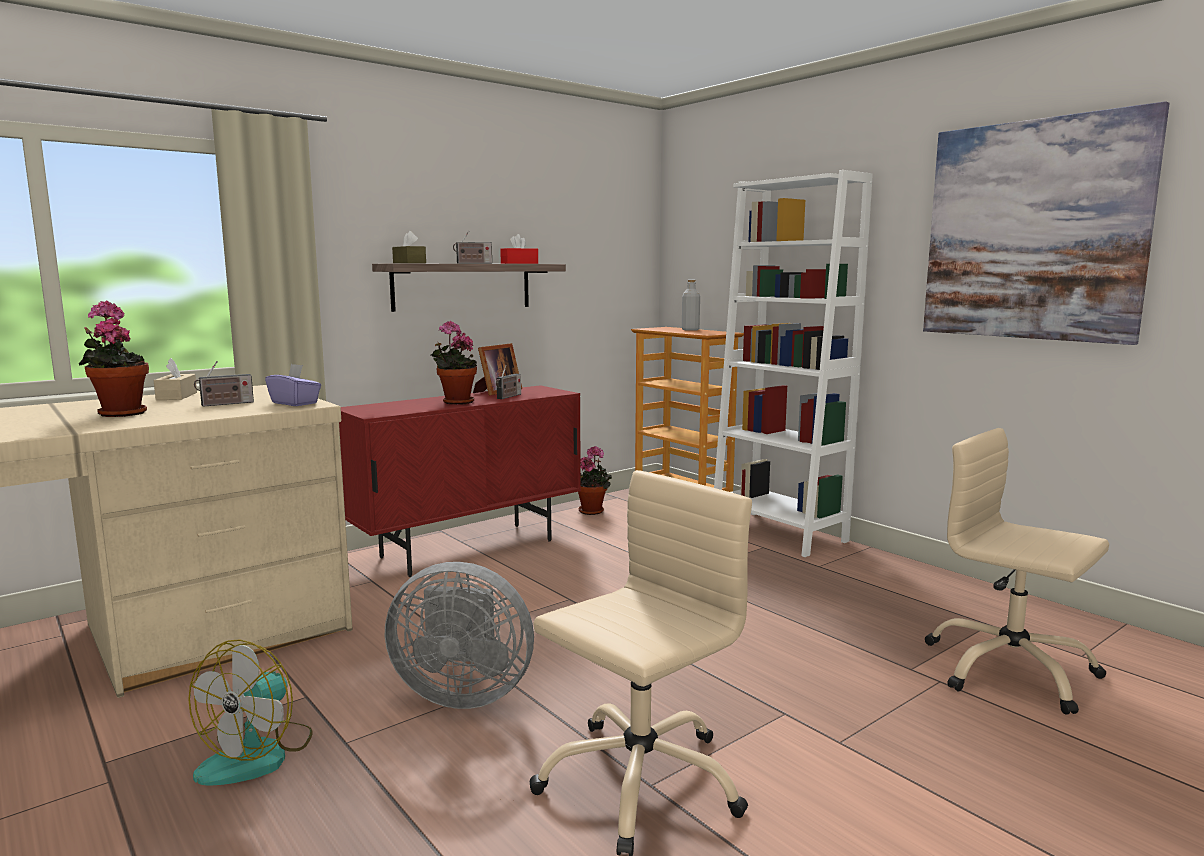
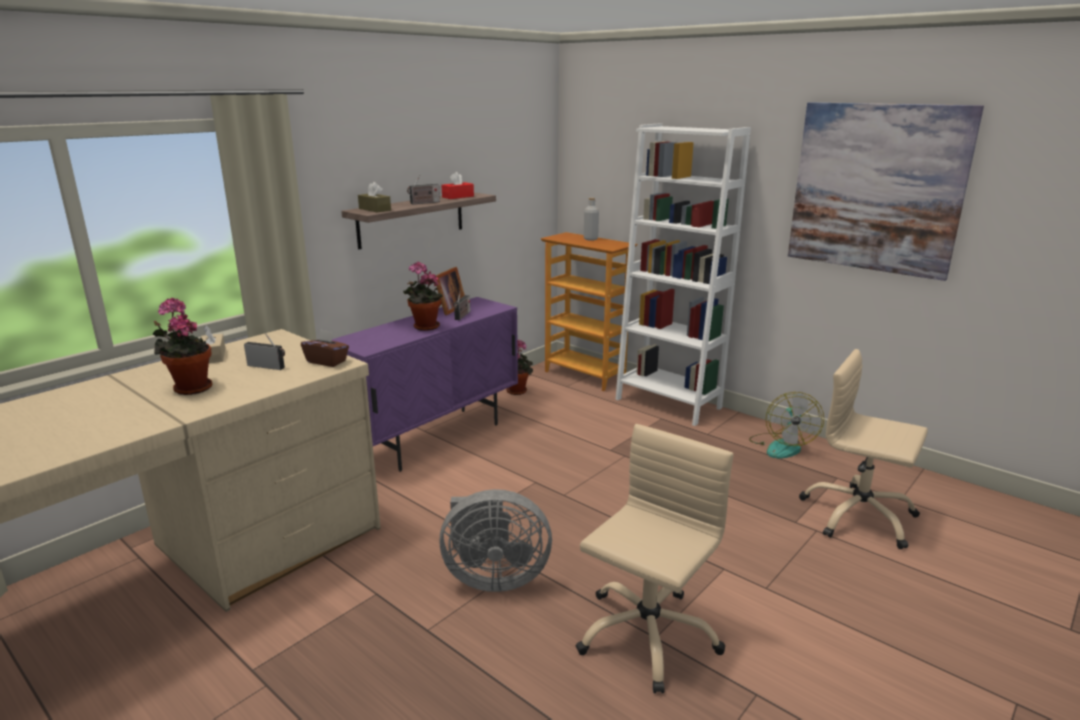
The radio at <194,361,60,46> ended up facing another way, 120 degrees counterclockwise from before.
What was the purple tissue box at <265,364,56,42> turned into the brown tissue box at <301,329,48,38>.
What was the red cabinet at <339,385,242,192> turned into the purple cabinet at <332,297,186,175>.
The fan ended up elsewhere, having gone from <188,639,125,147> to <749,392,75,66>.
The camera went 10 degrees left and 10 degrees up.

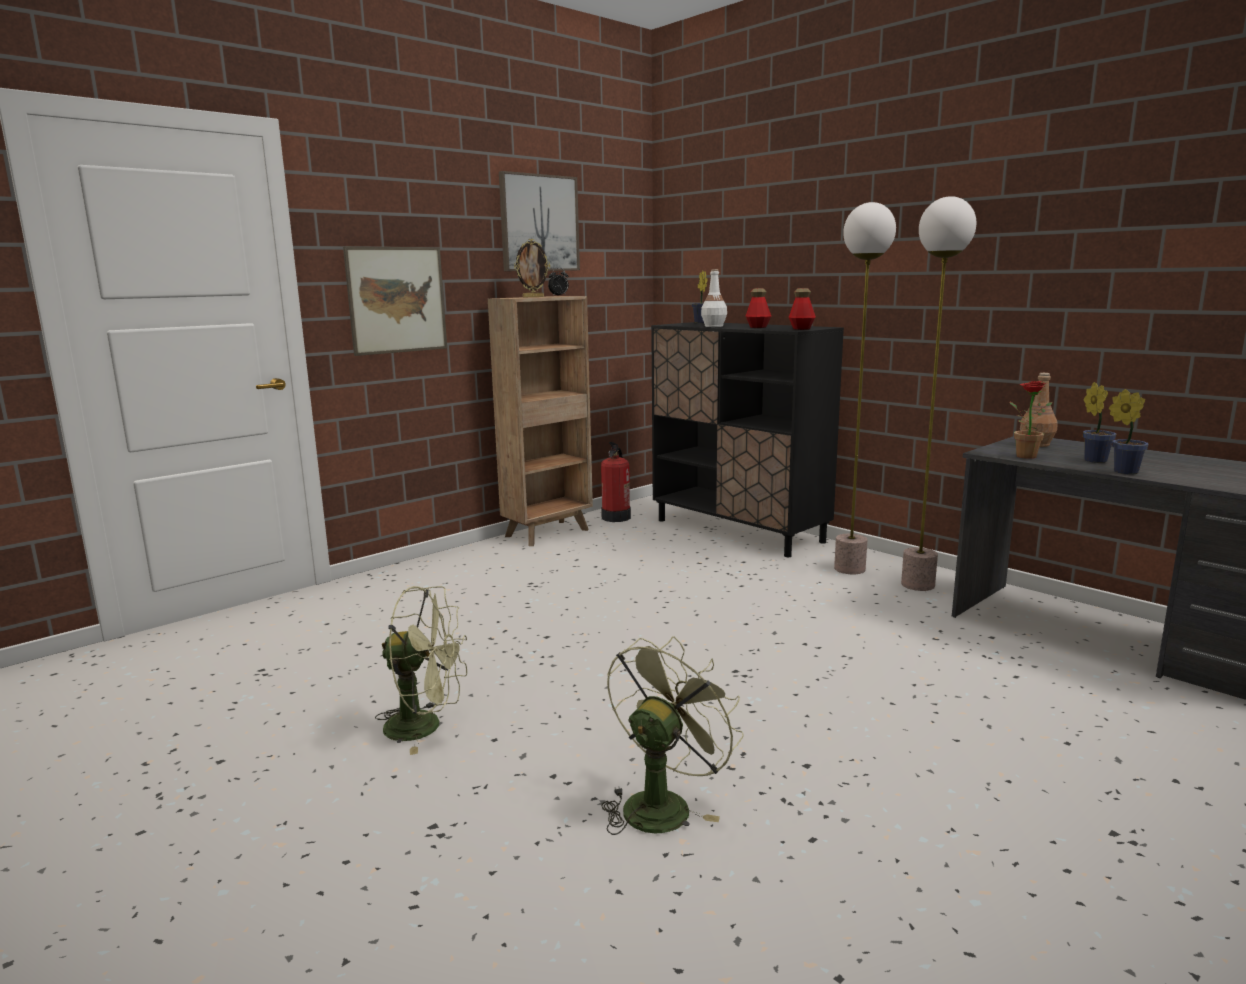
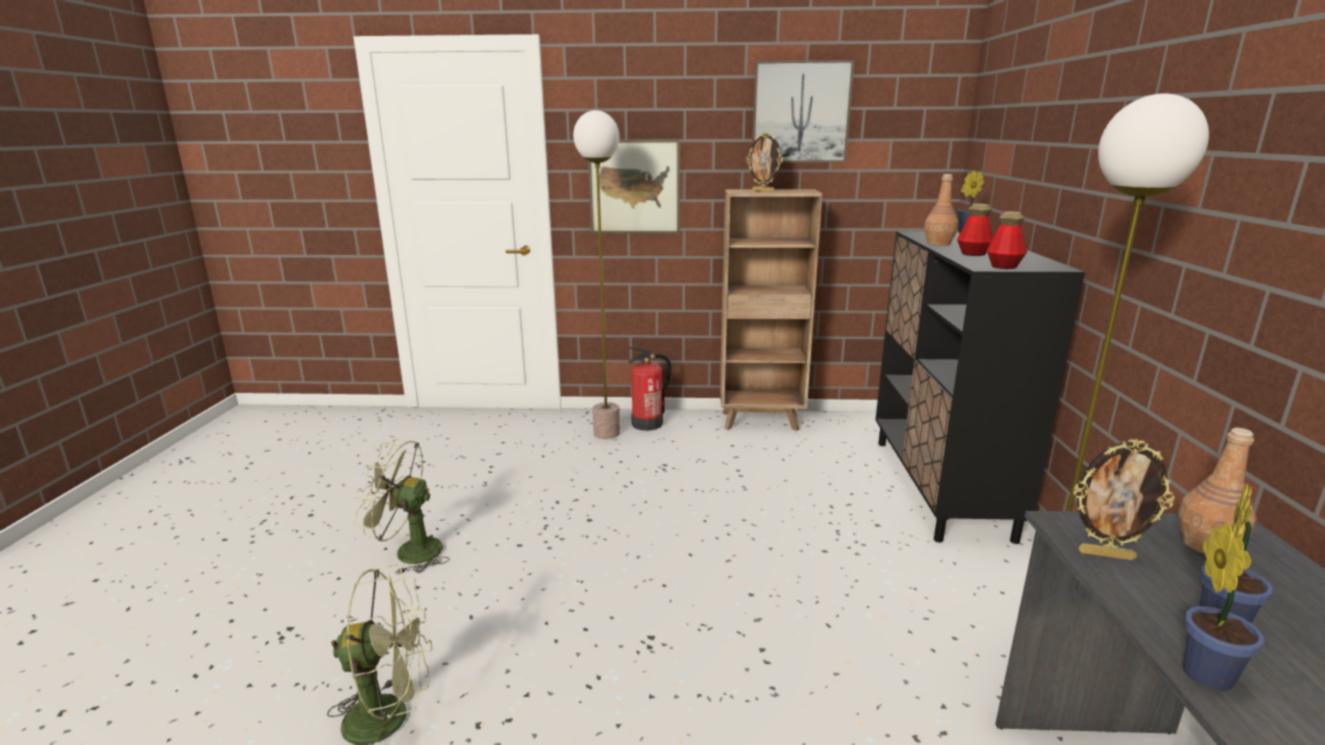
The green fan at <375,586,92,169> ended up facing another way, 135 degrees clockwise from before.
The floor lamp ended up elsewhere, having gone from <834,202,62,372> to <573,110,47,329>.
The fire extinguisher ended up elsewhere, having gone from <601,442,30,80> to <628,347,43,84>.
What was the white bottle at <701,269,26,58> turned into the brown bottle at <924,174,34,72>.
Where the potted plant stood at <1009,381,44,78>, the picture frame came to stand at <1074,439,101,121>.
The second view lost the alarm clock at <548,268,21,28>.
The camera went 45 degrees right and 5 degrees up.

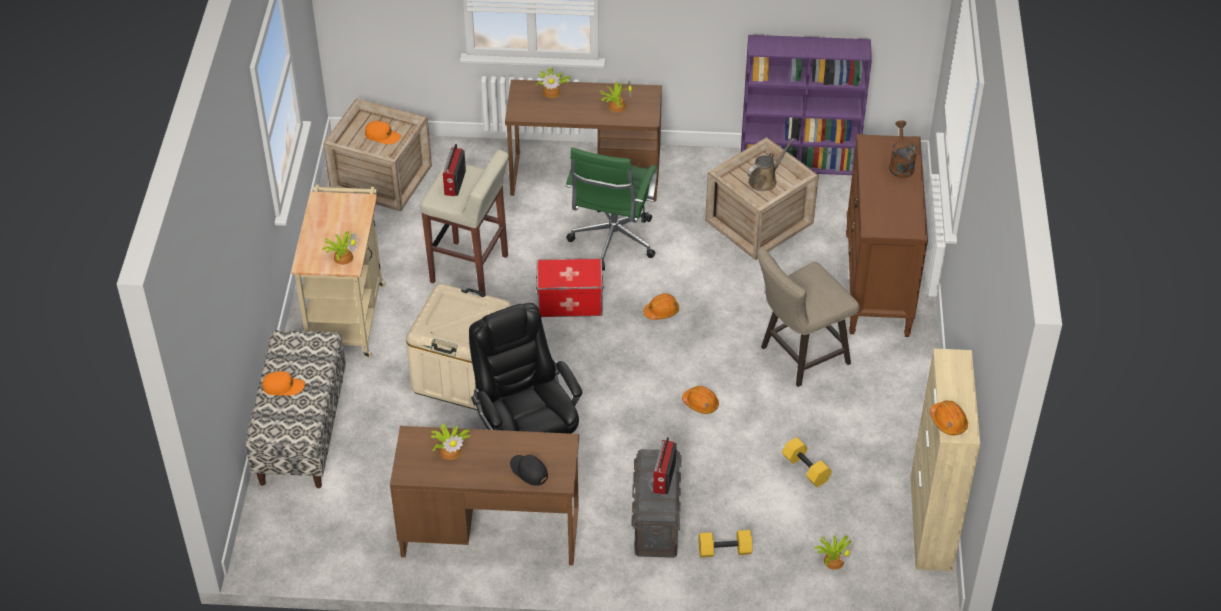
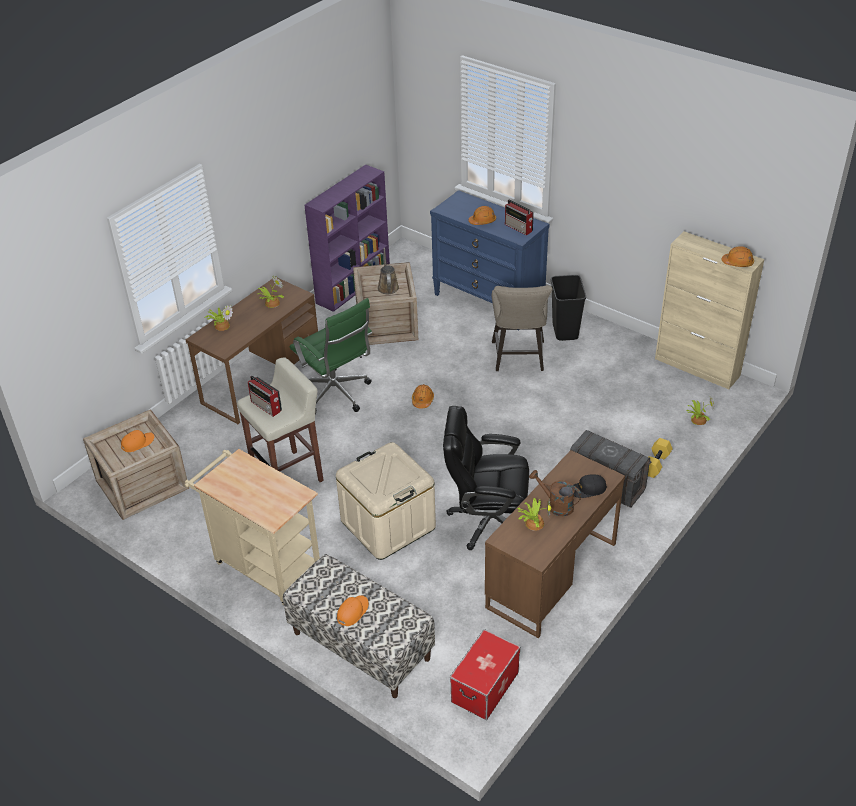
What was the brown dresser at <846,134,82,203> turned into the blue dresser at <430,190,119,141>.
The storage box ended up elsewhere, having gone from <536,258,68,59> to <450,629,70,91>.
The orange hard hat ended up elsewhere, having gone from <682,386,37,28> to <469,206,27,19>.
The radio ended up elsewhere, having gone from <653,437,24,57> to <505,200,29,35>.
The brown watering can ended up elsewhere, having gone from <889,120,28,58> to <529,470,52,46>.
The second view gained the black trash can at <551,275,35,66>.
The second view lost the potted plant at <321,231,37,34>.
The second view lost the yellow dumbbell at <782,437,50,50>.
The camera went 55 degrees left and 5 degrees down.

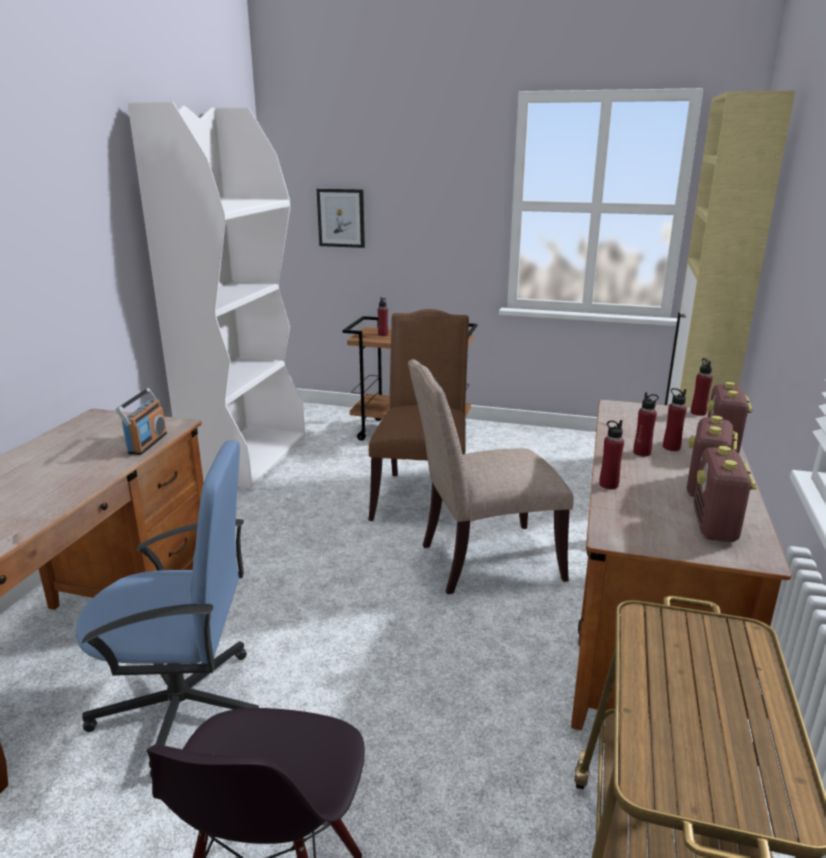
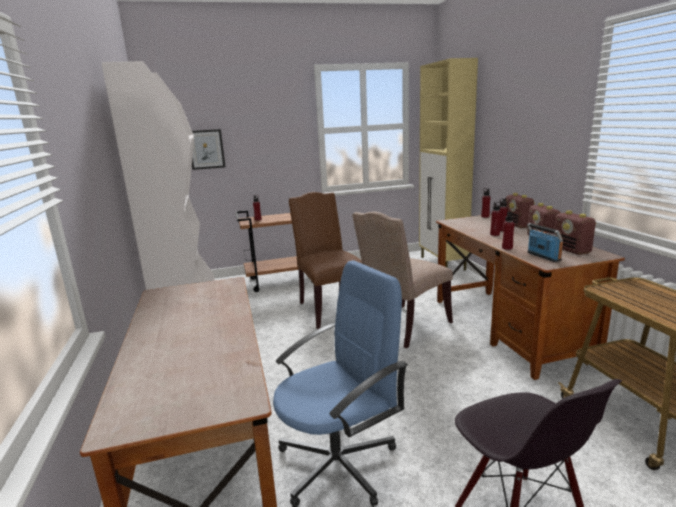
The radio ended up elsewhere, having gone from <116,388,51,67> to <527,223,36,39>.
The camera went 30 degrees left and 5 degrees down.

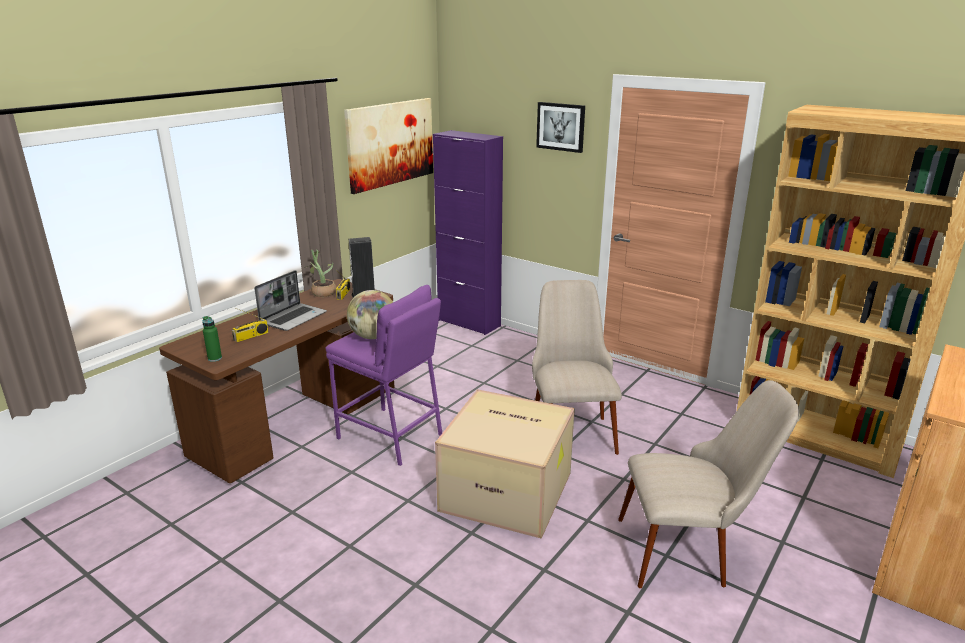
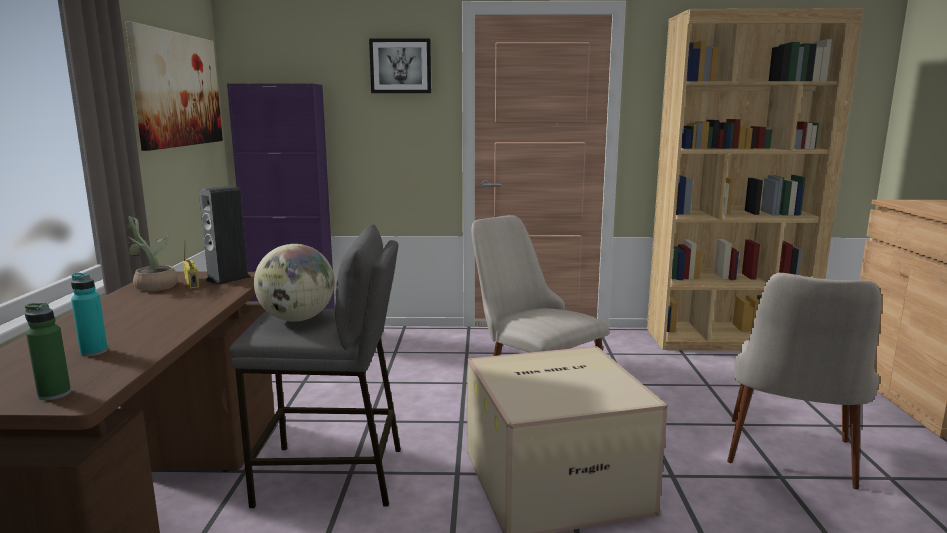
Where the radio stood at <232,308,37,34>, the turquoise bottle came to stand at <71,273,37,83>.
What was the purple stool at <325,285,117,181> turned into the grey stool at <229,224,172,284>.
The beige chair at <618,380,181,208> ended up facing another way, 150 degrees clockwise from before.
The second view lost the laptop at <254,270,73,61>.
The camera went 35 degrees left and 10 degrees down.

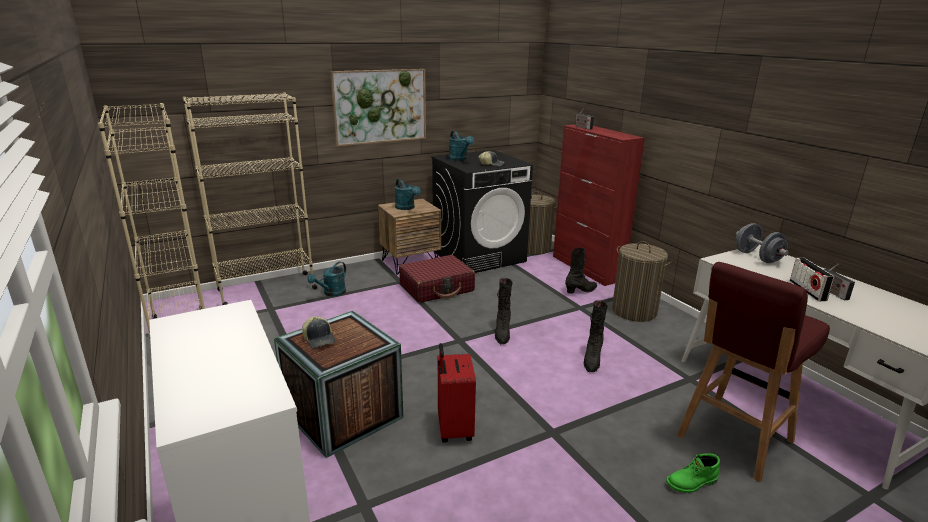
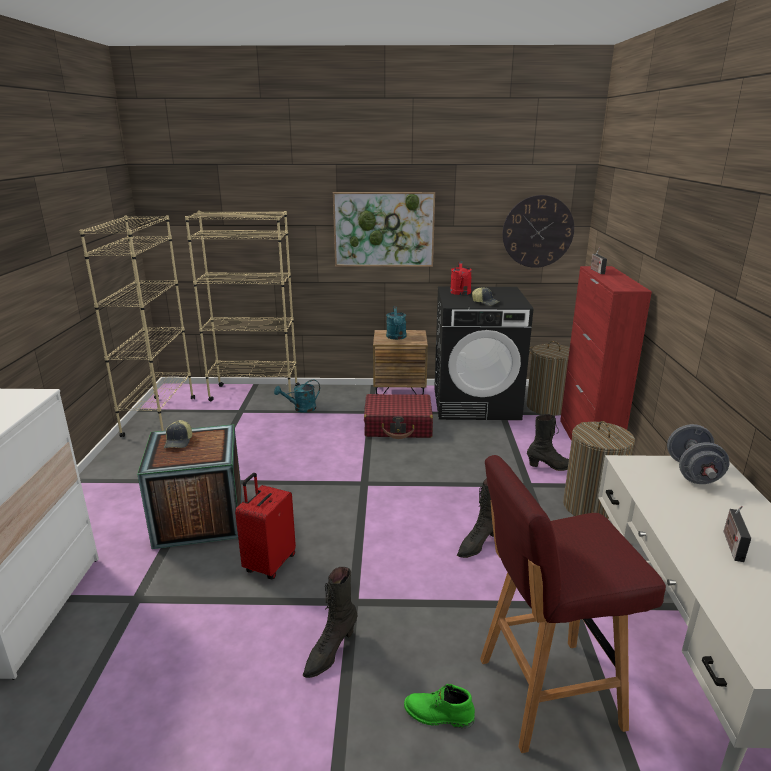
The black boot ended up elsewhere, having gone from <495,278,18,66> to <303,567,55,111>.
What was the turquoise watering can at <449,131,25,30> turned into the red watering can at <450,261,22,34>.
The second view gained the wall clock at <503,195,71,73>.
The second view lost the radio at <790,257,44,44>.
The camera went 30 degrees right and 0 degrees up.

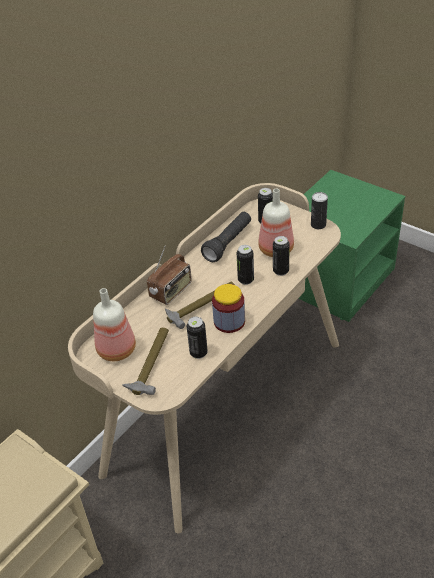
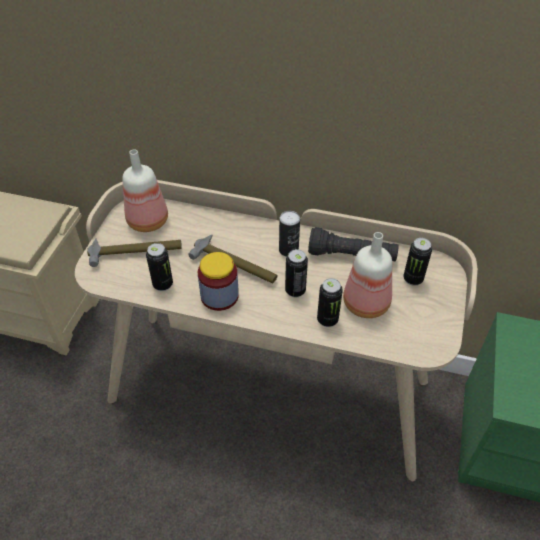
The can ended up elsewhere, having gone from <311,192,17,37> to <279,211,21,46>.
The second view lost the radio at <147,247,45,58>.
The camera went 65 degrees right and 5 degrees up.

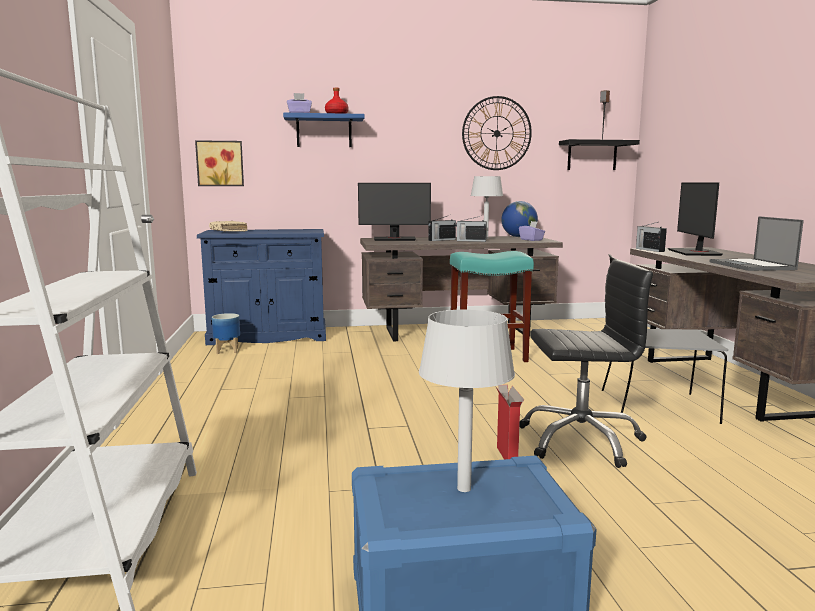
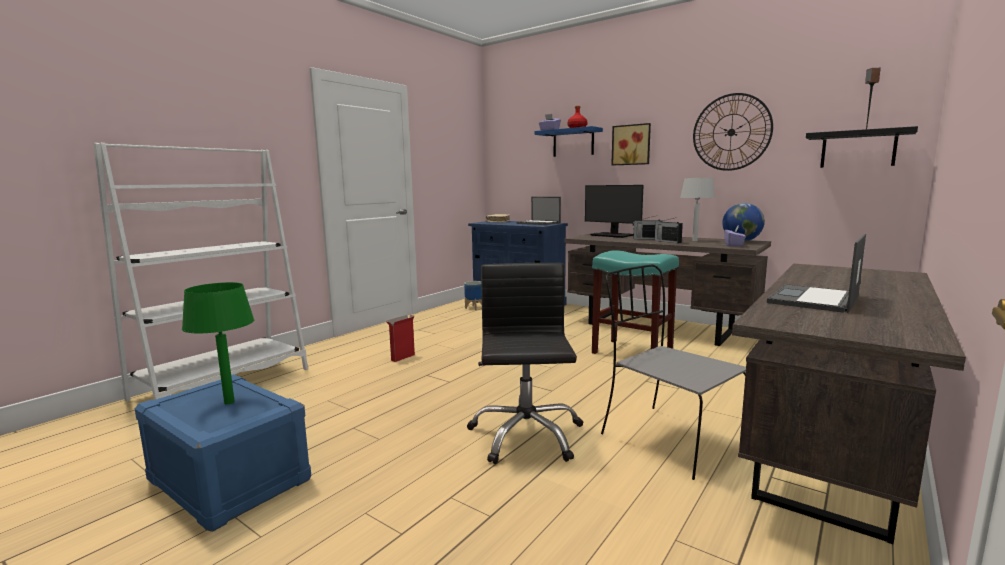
What was the grey table lamp at <419,309,96,183> turned into the green table lamp at <182,282,72,122>.
The cardboard box ended up elsewhere, having gone from <495,385,29,74> to <387,315,28,47>.
The black office chair at <519,259,134,209> ended up facing another way, 135 degrees counterclockwise from before.
The second view gained the laptop at <516,197,45,28>.
The picture ended up elsewhere, having gone from <195,140,49,46> to <611,123,40,43>.
The second view lost the radio at <636,221,31,31>.
The second view lost the monitor at <668,183,54,73>.
The camera went 45 degrees right and 0 degrees up.

